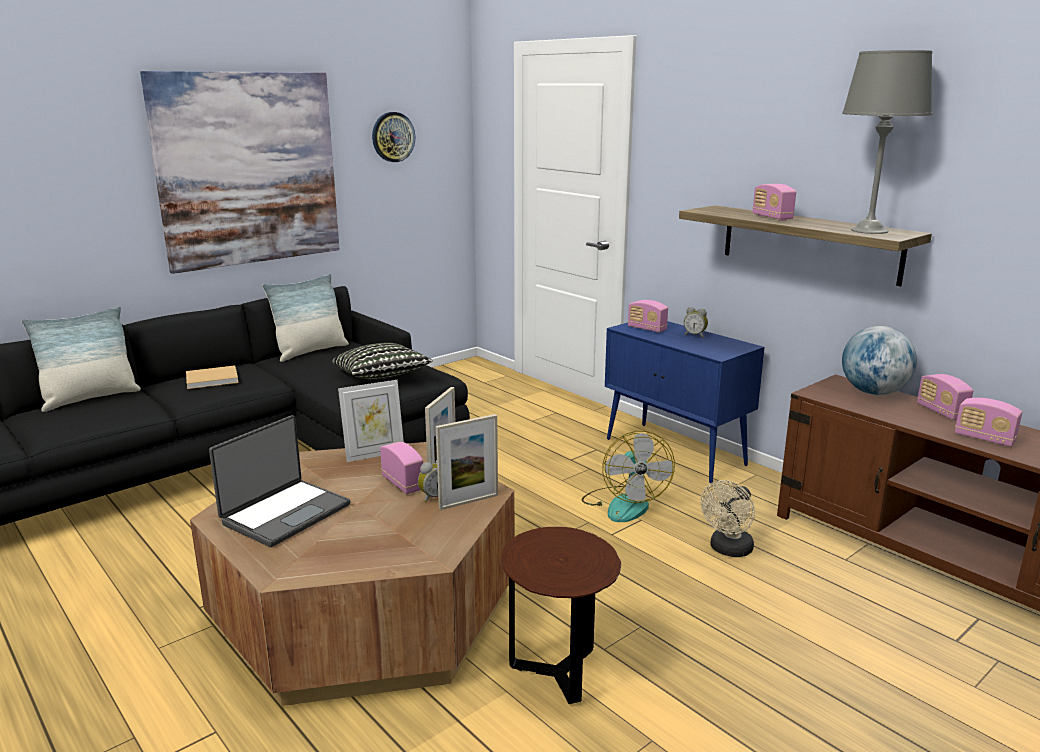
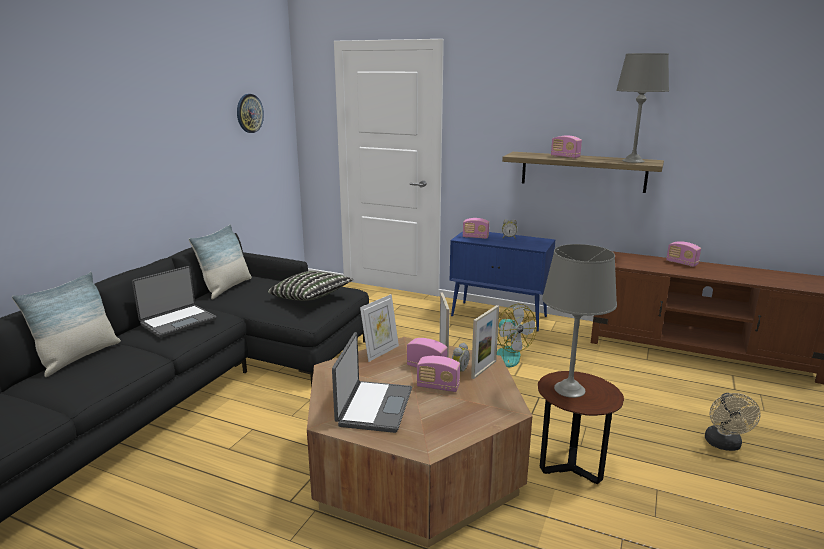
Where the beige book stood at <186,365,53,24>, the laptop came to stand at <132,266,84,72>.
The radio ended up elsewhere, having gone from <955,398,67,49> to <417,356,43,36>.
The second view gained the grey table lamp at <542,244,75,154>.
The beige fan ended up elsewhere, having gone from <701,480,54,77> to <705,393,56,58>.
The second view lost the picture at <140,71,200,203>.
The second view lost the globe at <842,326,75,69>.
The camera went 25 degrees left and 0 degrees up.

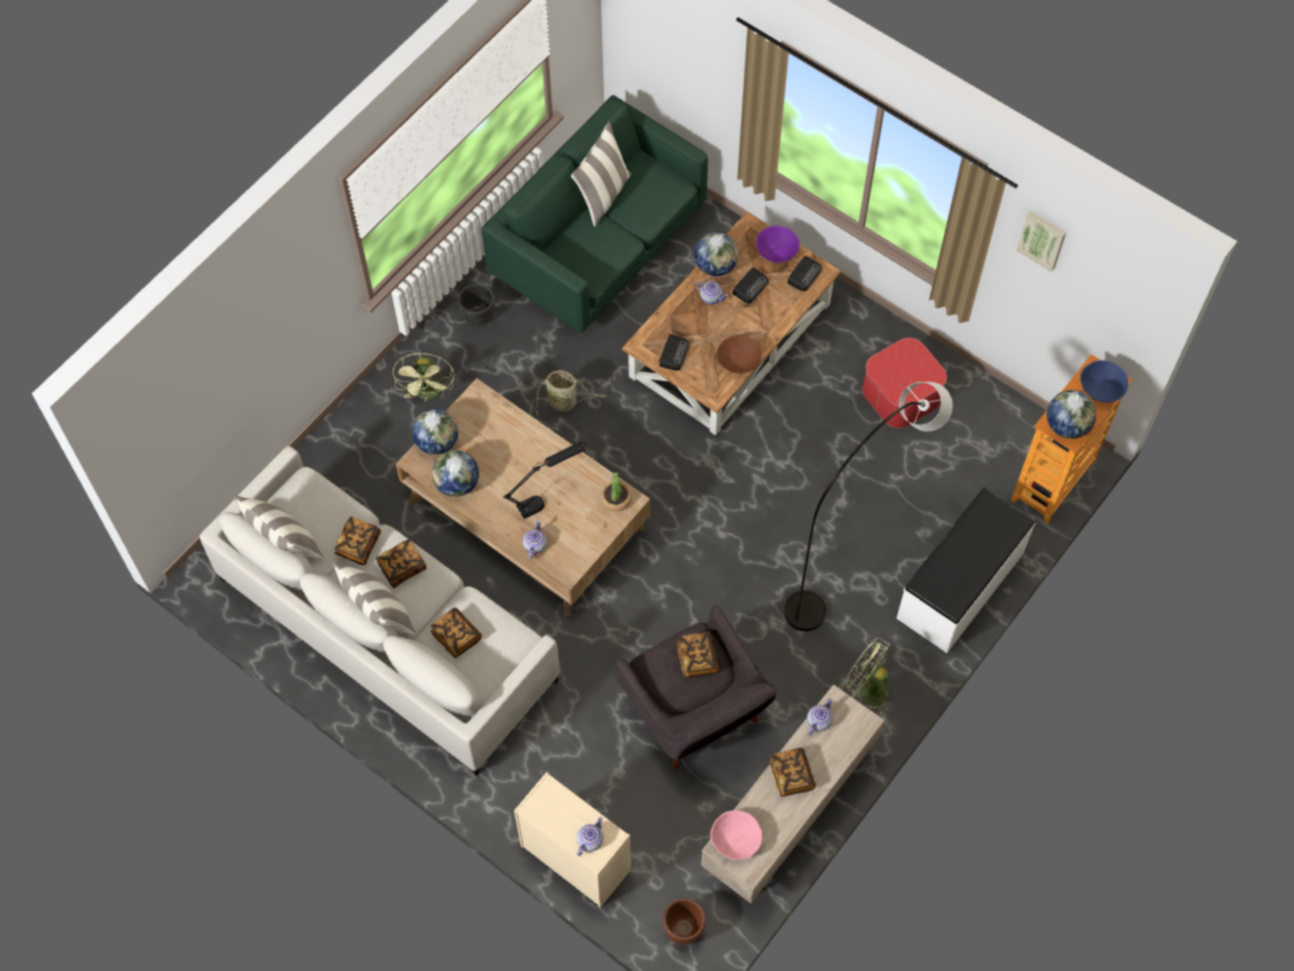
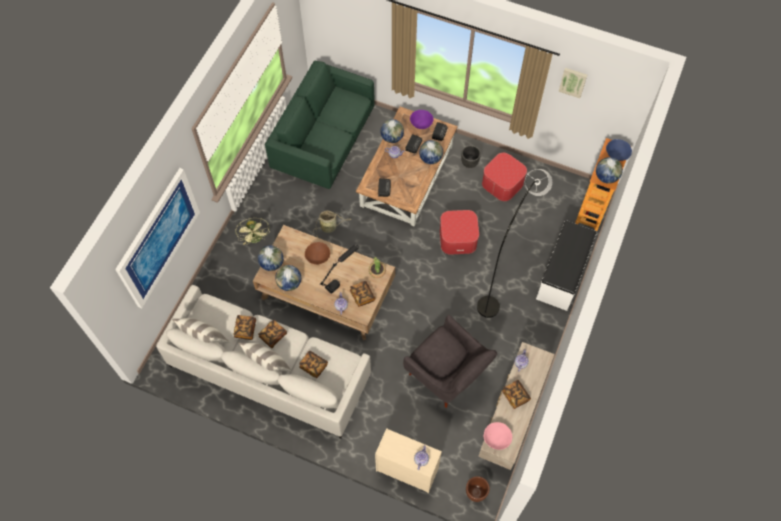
The second view gained the picture at <115,168,85,140>.
The brown bowl ended up elsewhere, having gone from <716,335,46,39> to <305,242,25,22>.
The book ended up elsewhere, having gone from <677,632,42,46> to <350,281,25,26>.
The second view gained the globe at <419,140,24,24>.
The second view gained the ottoman at <440,210,39,45>.
The black planter ended up elsewhere, having gone from <458,283,37,43> to <461,145,20,23>.
The second view lost the pillow at <571,122,61,105>.
The second view lost the green fan at <842,638,48,75>.
The camera went 15 degrees left and 0 degrees up.

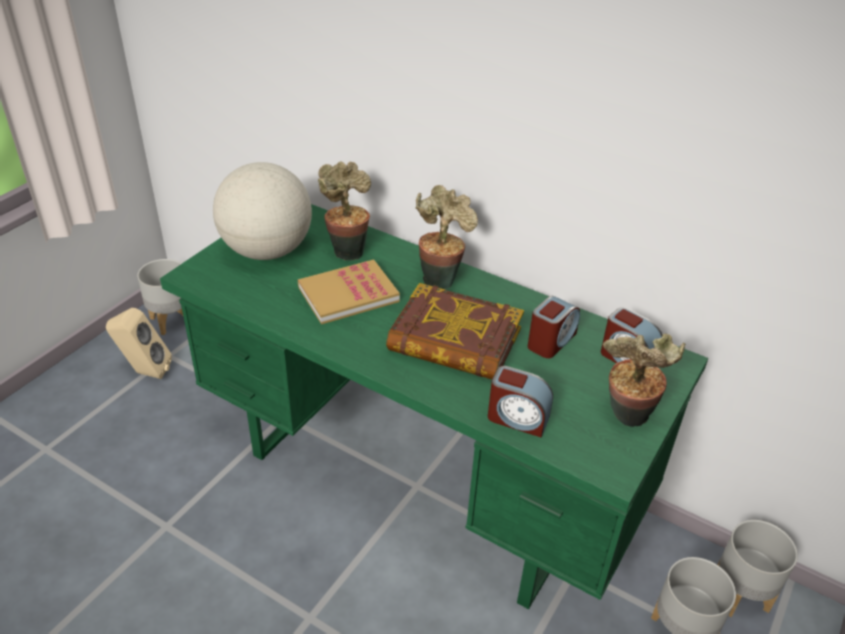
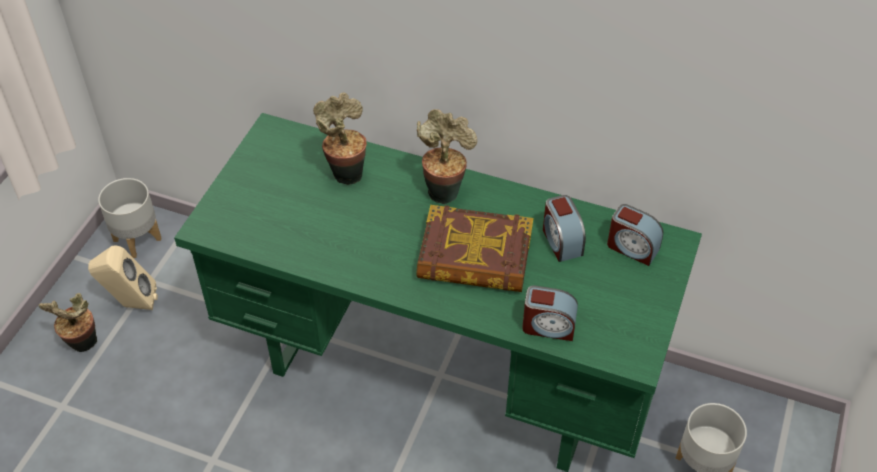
The potted plant ended up elsewhere, having gone from <603,334,82,93> to <39,293,58,59>.
The alarm clock at <528,296,52,62> ended up facing another way, 135 degrees clockwise from before.
The second view lost the globe at <213,162,99,98>.
The second view lost the book at <298,259,102,65>.
The second view lost the grey planter at <718,520,80,97>.
The camera went 10 degrees left and 10 degrees up.

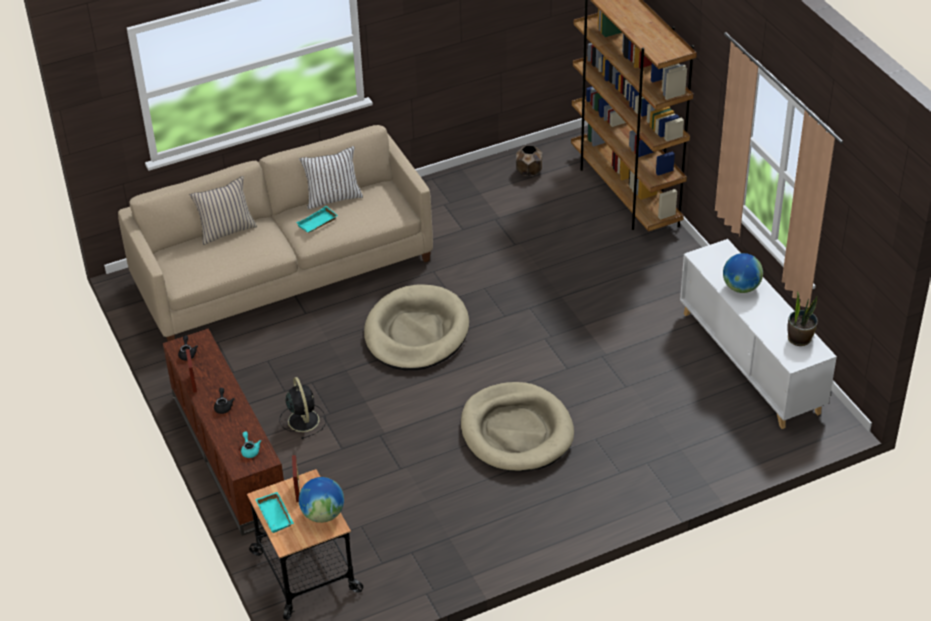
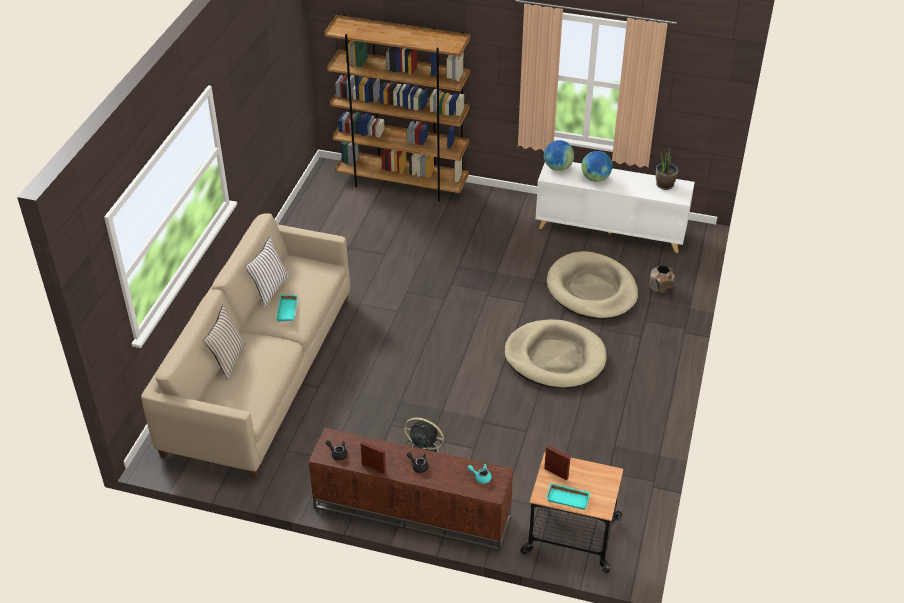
The globe ended up elsewhere, having gone from <299,477,45,46> to <544,140,30,31>.
The beige dog bed ended up elsewhere, having gone from <364,284,105,86> to <547,251,91,69>.
The brown planter ended up elsewhere, having gone from <516,146,26,30> to <649,265,26,28>.
The camera went 50 degrees left and 0 degrees up.

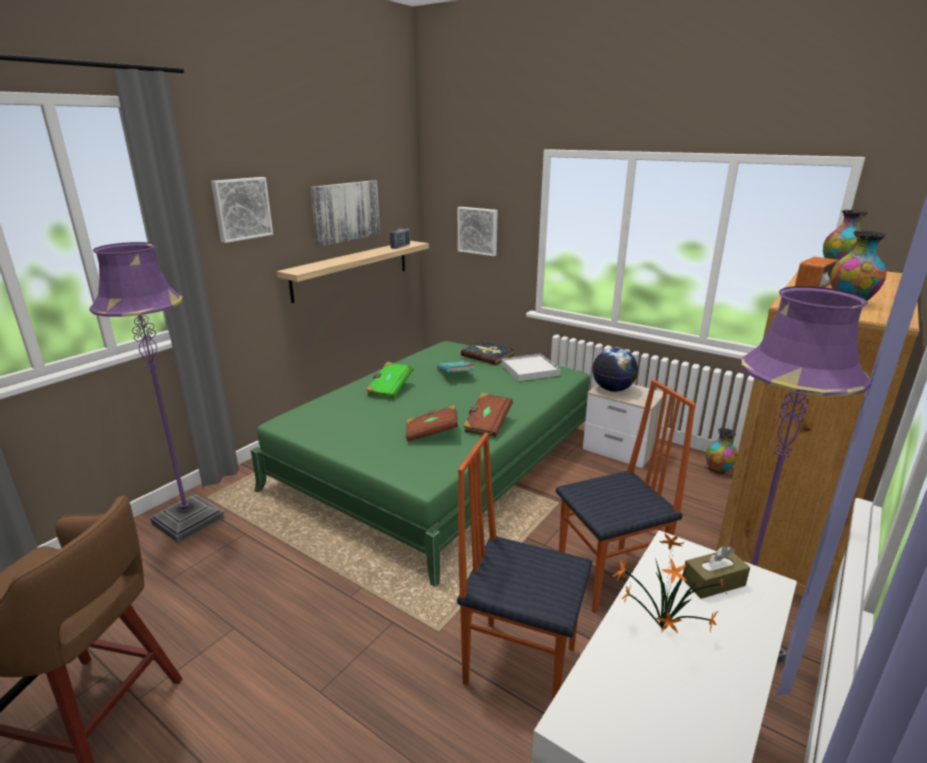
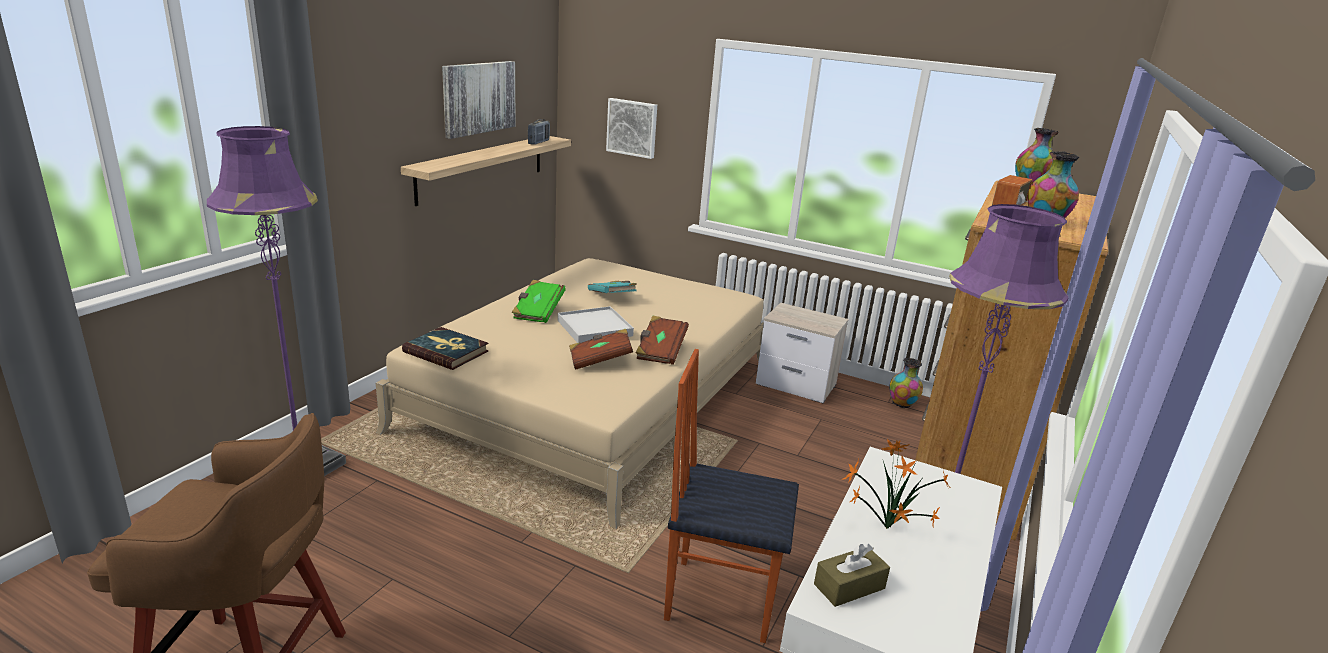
What was the green bed at <251,341,339,246> turned into the beige bed at <376,258,388,271>.
The book ended up elsewhere, having gone from <461,341,54,24> to <402,327,87,43>.
The white tray ended up elsewhere, having gone from <501,354,59,27> to <558,306,76,37>.
The brown tissue box ended up elsewhere, having gone from <683,546,67,53> to <814,544,76,63>.
The second view lost the picture at <211,177,62,66>.
The second view lost the chair at <556,379,140,234>.
The second view lost the globe at <593,348,45,44>.
The camera went 10 degrees left and 0 degrees up.

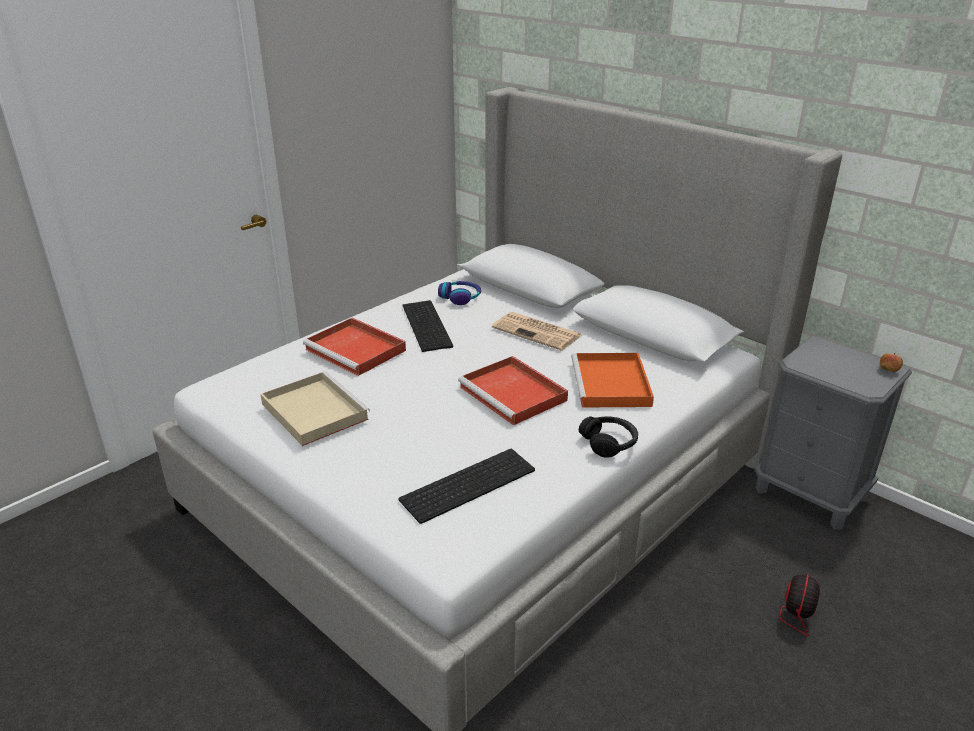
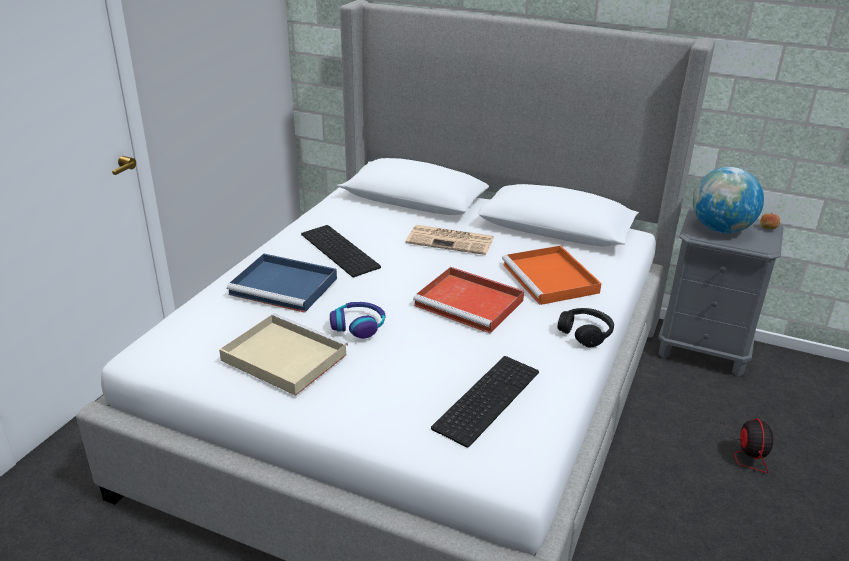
What was the red tray at <303,318,103,58> turned into the blue tray at <227,254,110,59>.
The headphones ended up elsewhere, having gone from <438,281,43,24> to <330,302,56,37>.
The second view gained the globe at <693,167,71,67>.
The camera went 20 degrees left and 0 degrees up.

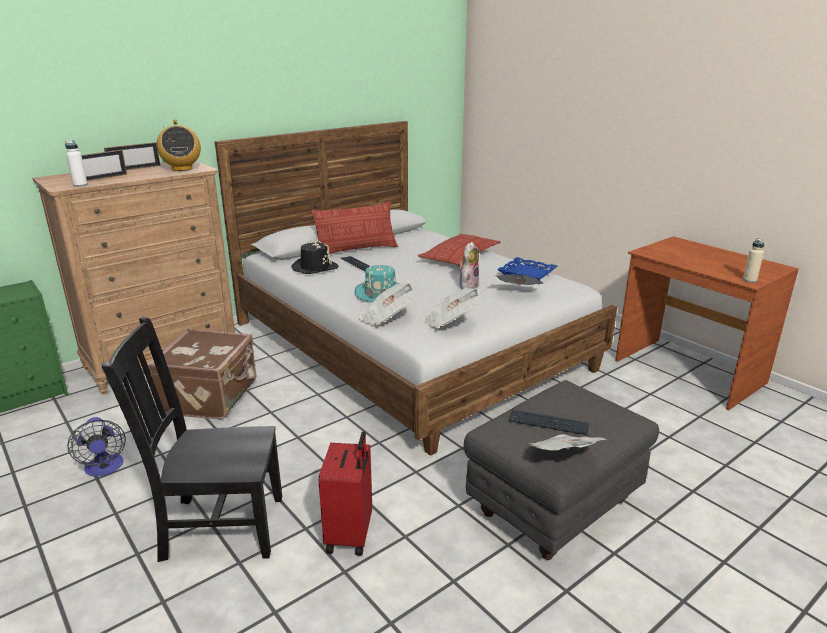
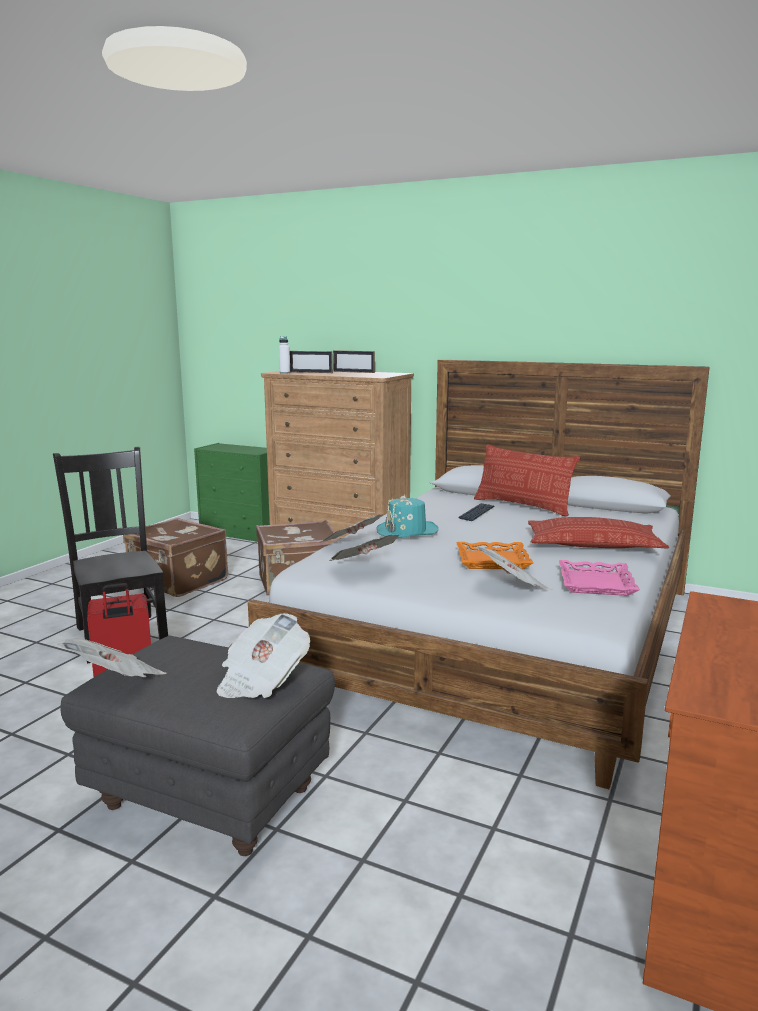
Where the fan stood at <67,417,59,60>, the brown suitcase came to stand at <123,518,105,79>.
The second view gained the newspaper at <216,613,94,85>.
Where the plush toy stood at <459,242,20,47>, the orange tray came to stand at <456,542,78,27>.
What was the blue tray at <497,257,60,23> turned into the pink tray at <559,560,81,36>.
The second view lost the radio at <157,120,44,51>.
The second view lost the black hat at <291,241,48,33>.
The second view lost the keyboard at <509,409,80,26>.
The second view lost the beige bottle at <743,238,22,45>.
The camera went 65 degrees right and 10 degrees down.

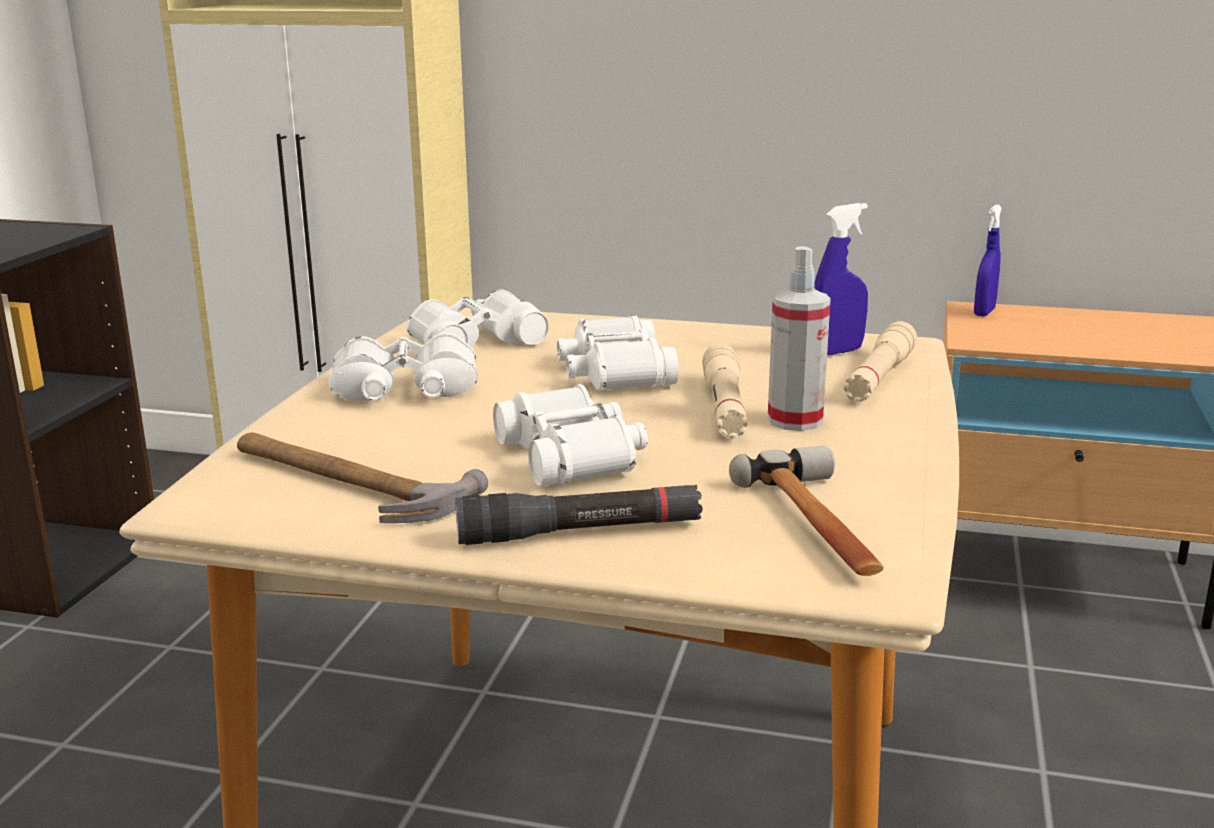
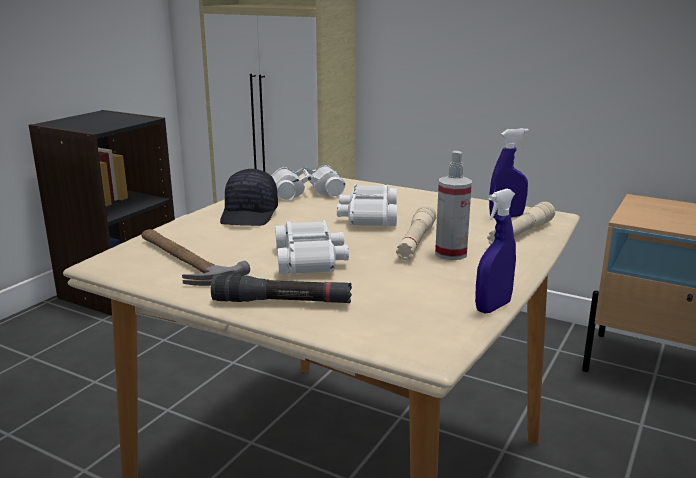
Where the white binoculars stood at <329,332,149,69>, the black cap came to stand at <220,169,58,57>.
The blue spray bottle ended up elsewhere, having gone from <974,204,28,112> to <475,189,41,125>.
The second view lost the hammer at <729,445,155,131>.
The camera went 15 degrees right and 0 degrees up.

